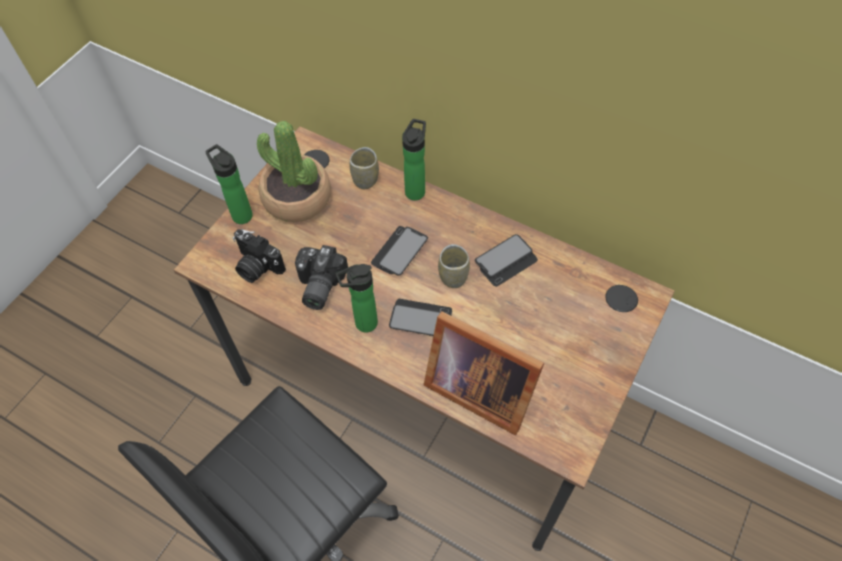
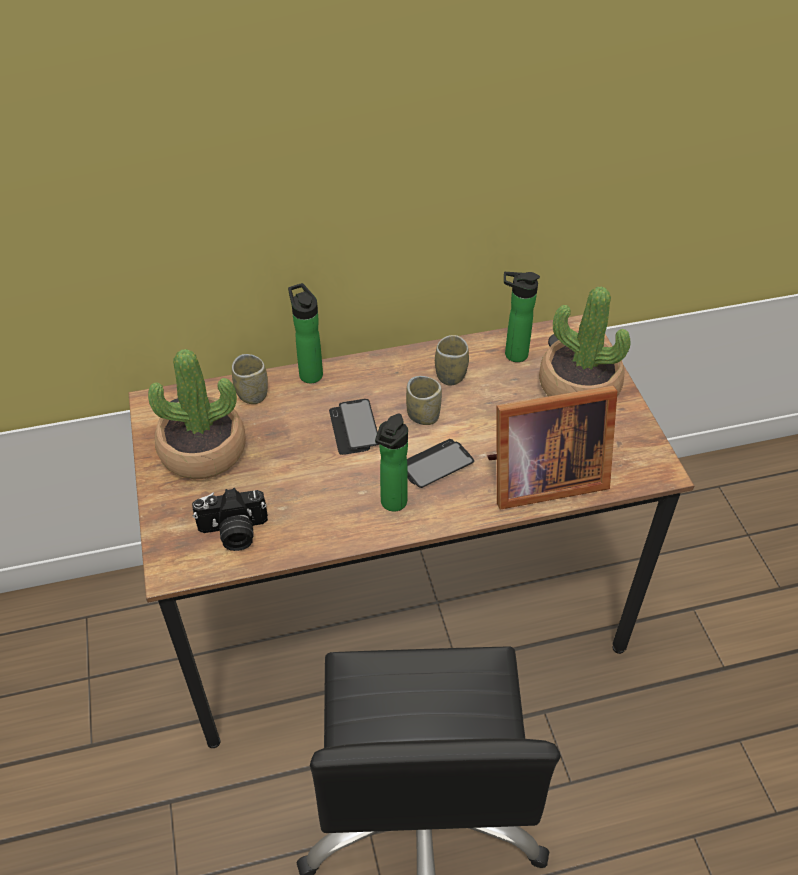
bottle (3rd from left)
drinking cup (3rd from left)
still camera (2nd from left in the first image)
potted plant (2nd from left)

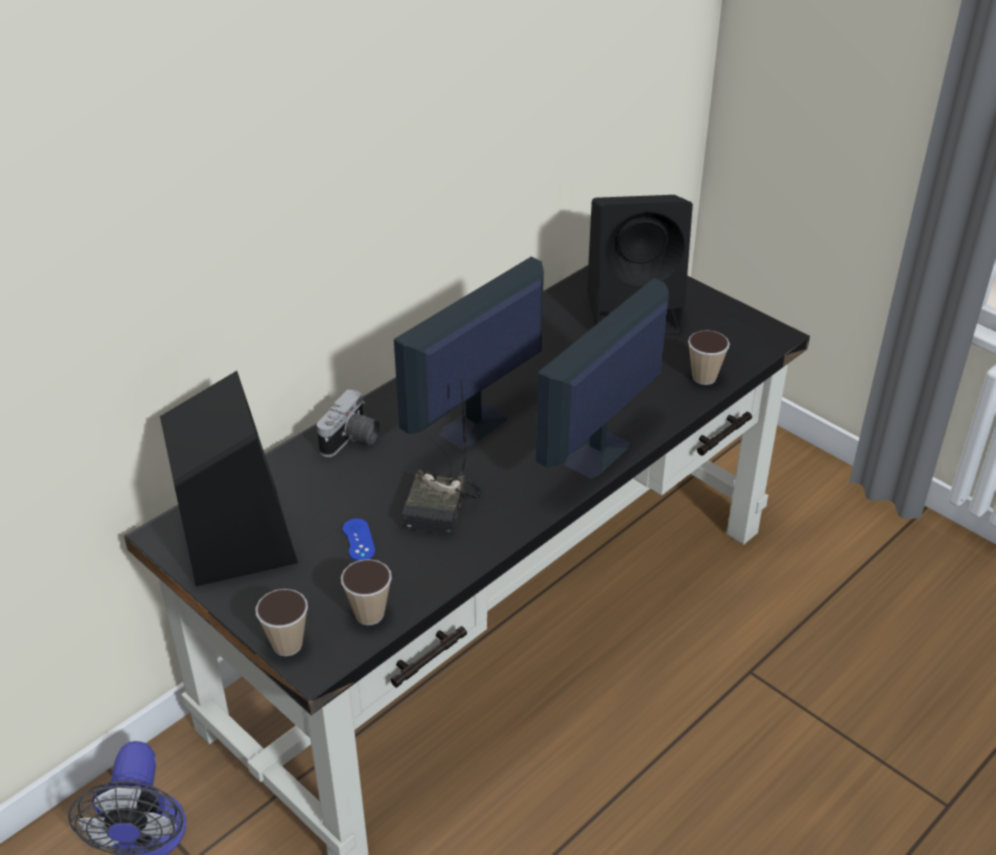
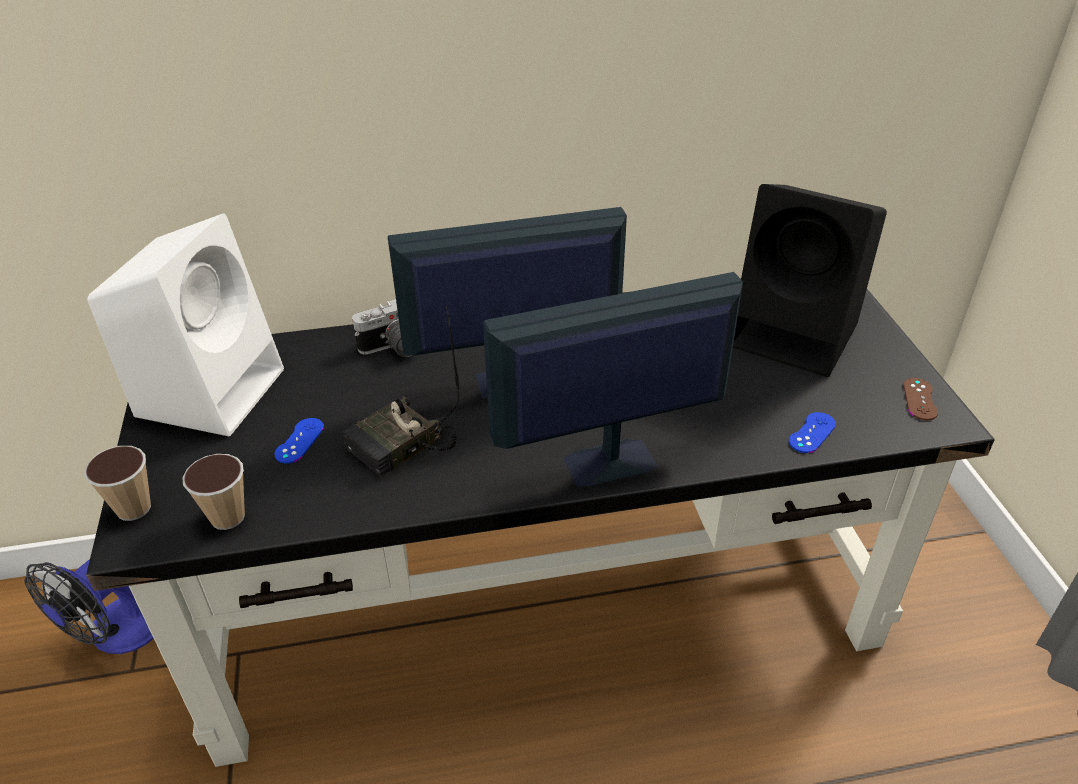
blue game controller (2nd from left)
white loudspeaker
brown game controller

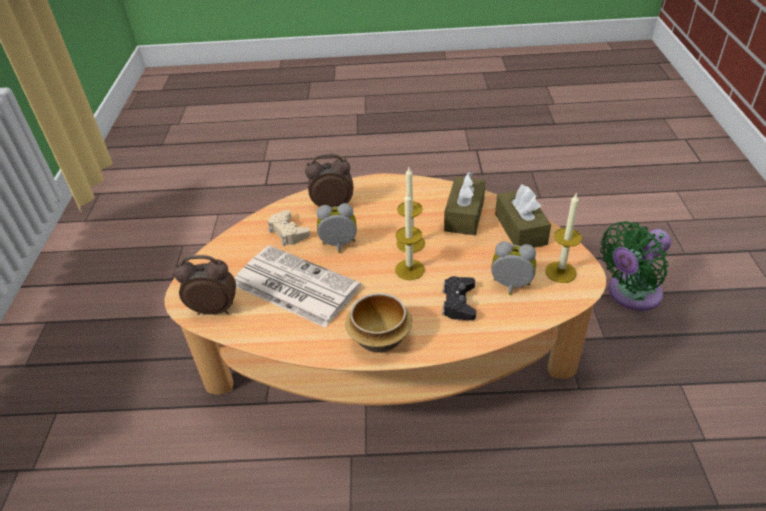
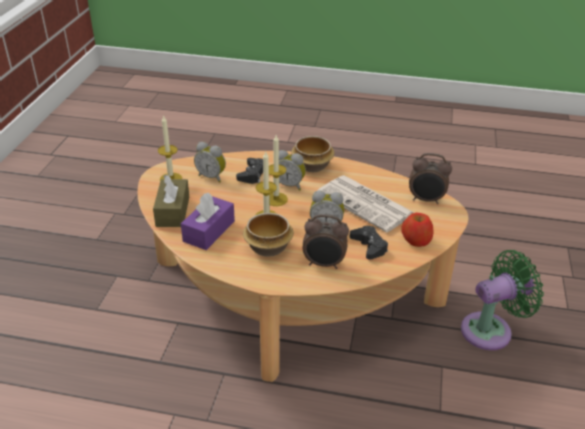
purple-coloured tissue box
black game controller (2nd from left)
green fan
table clock (2nd from left)
serving bowl (1st from left)
whole apple

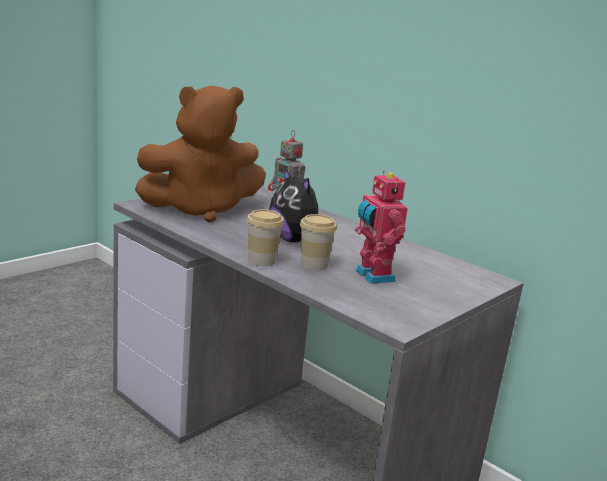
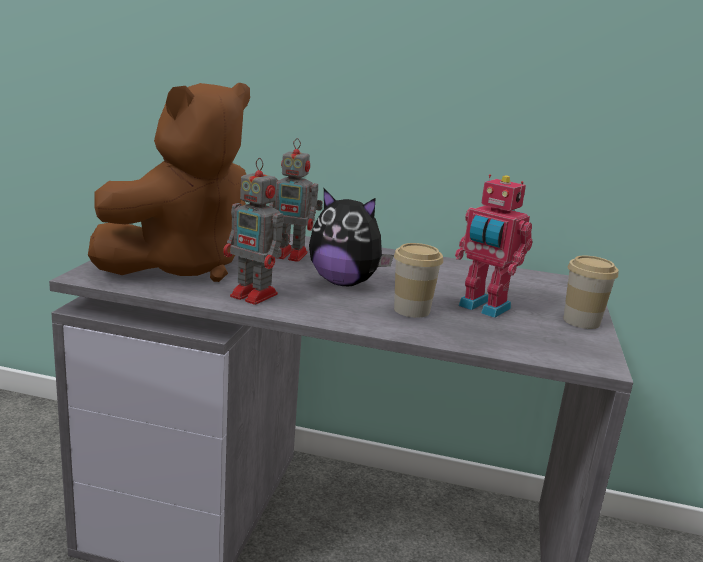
drinking cup (2nd from left)
robot figure (1st from left)

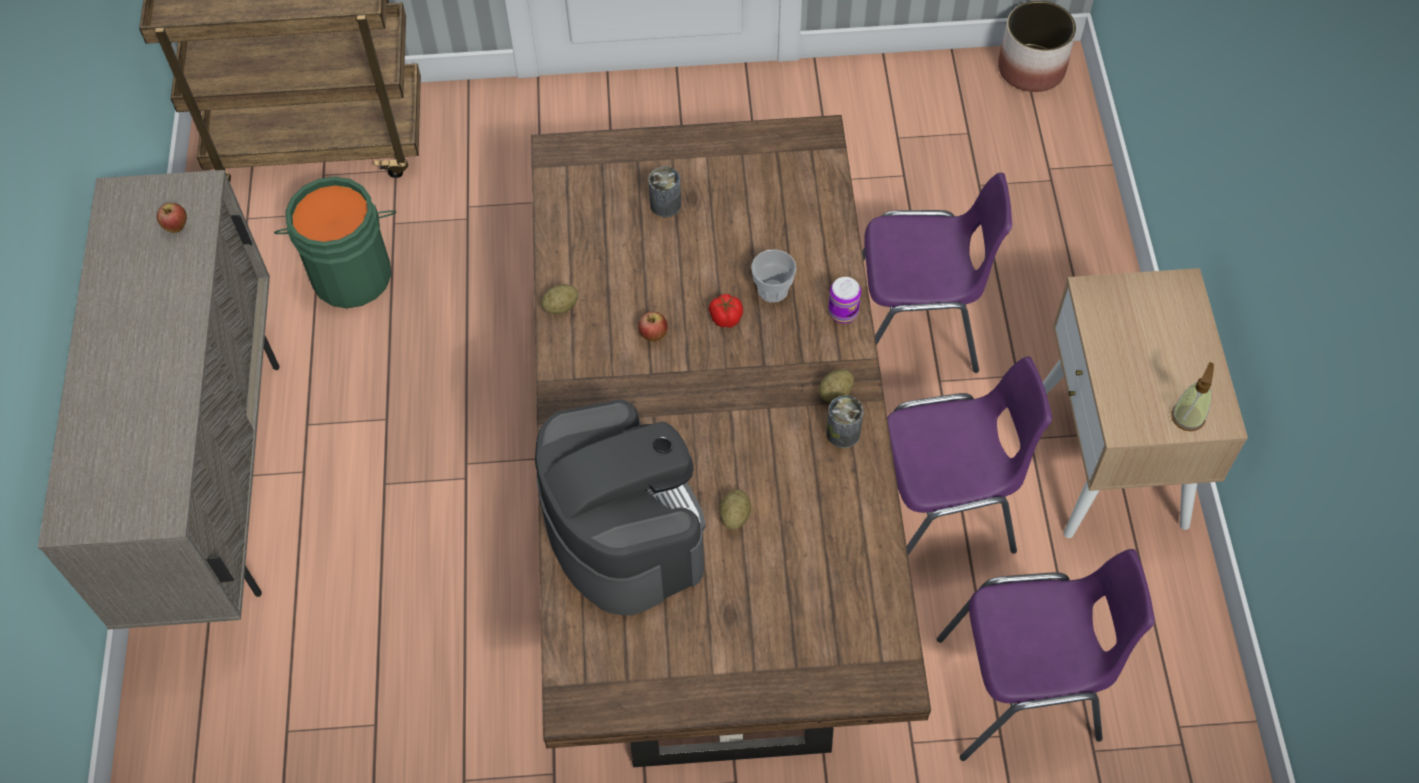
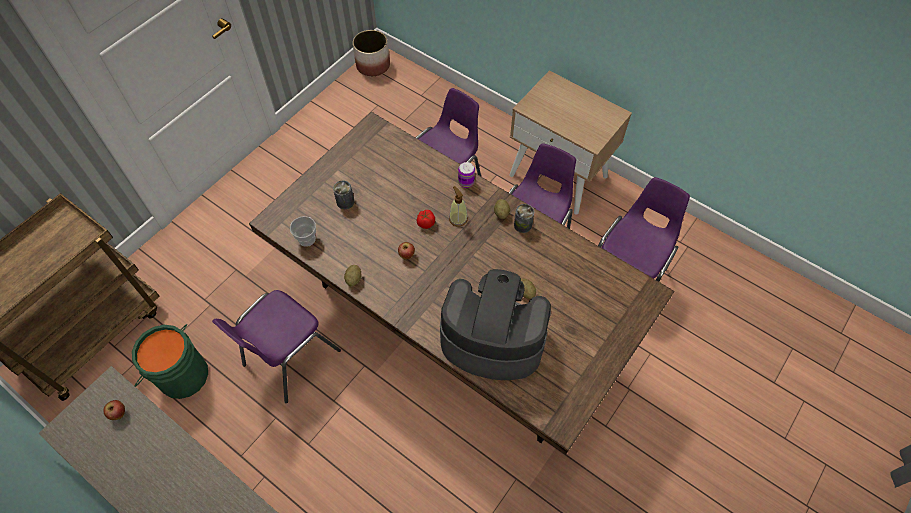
drinking cup
soap bottle
purple-coloured upright chair (1st from left)

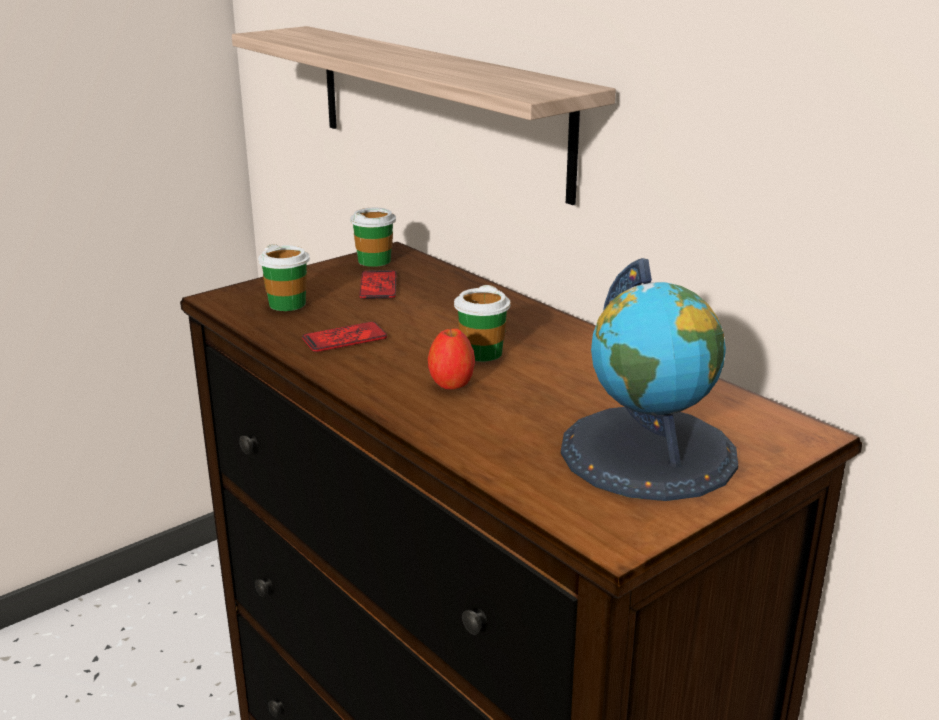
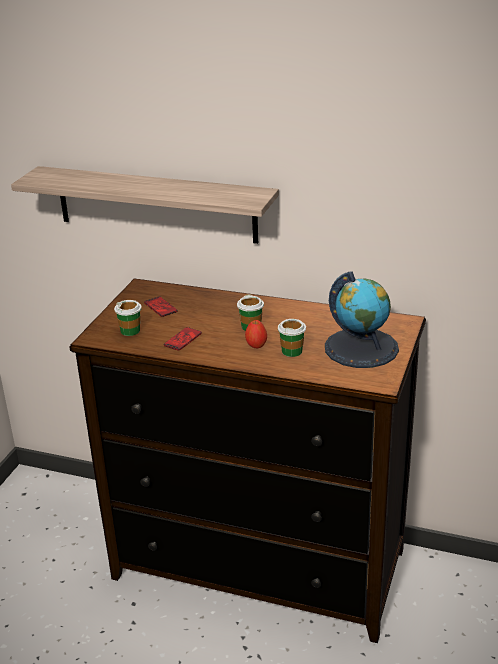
drinking cup (3rd from left)

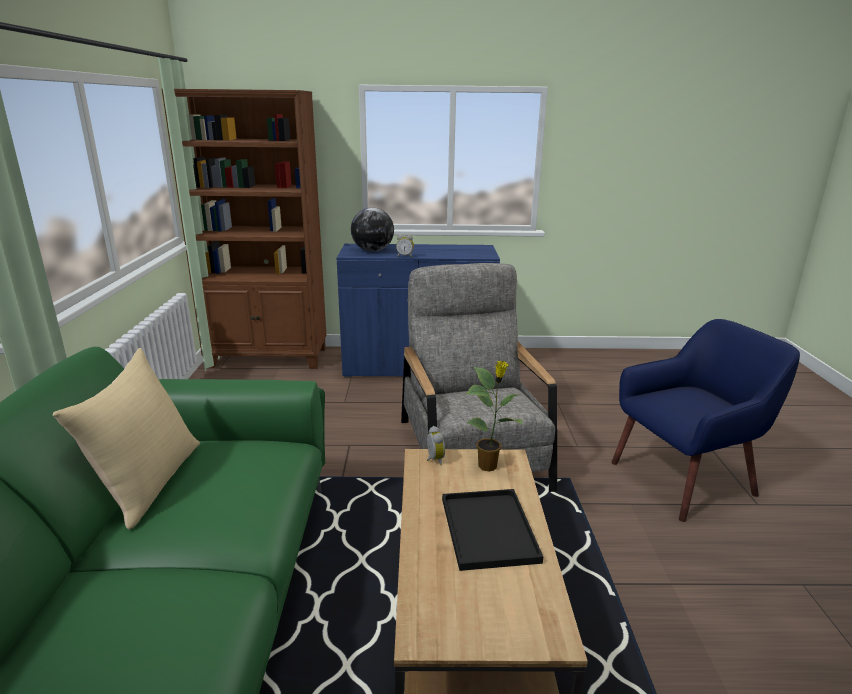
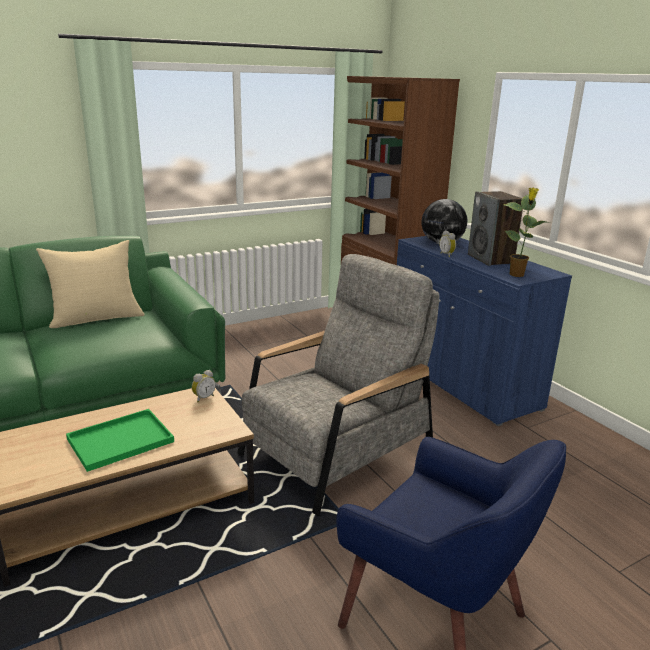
potted plant
green serving tray
loudspeaker

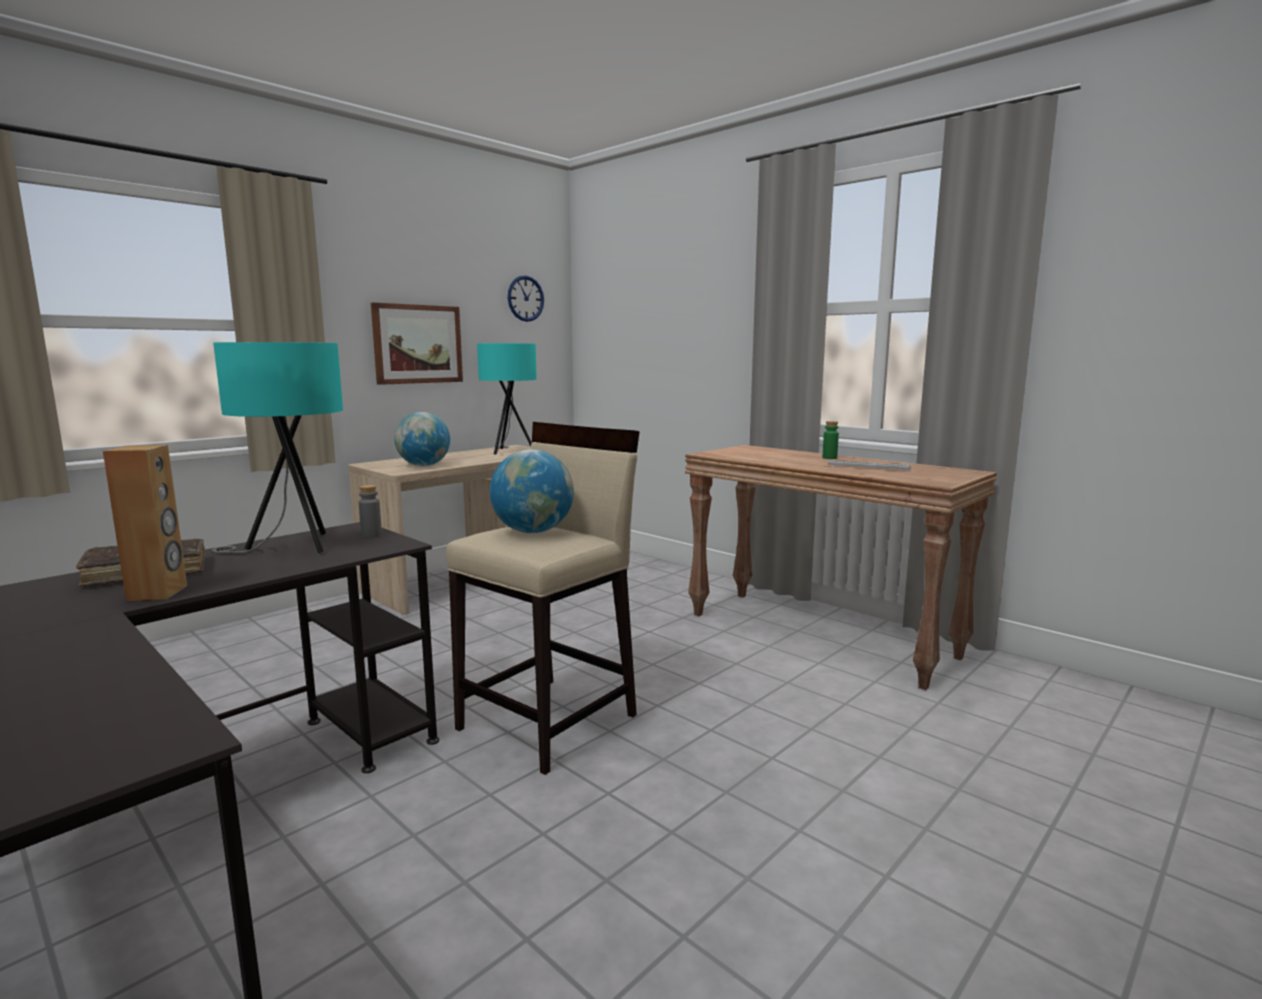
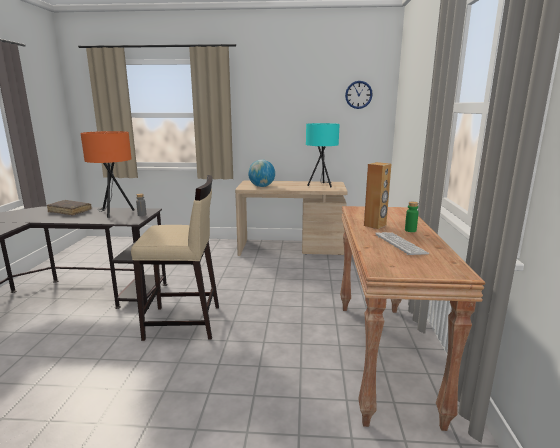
wall art
orange-coloured lamp for a table
brown loudspeaker
world globe (2nd from left in the first image)

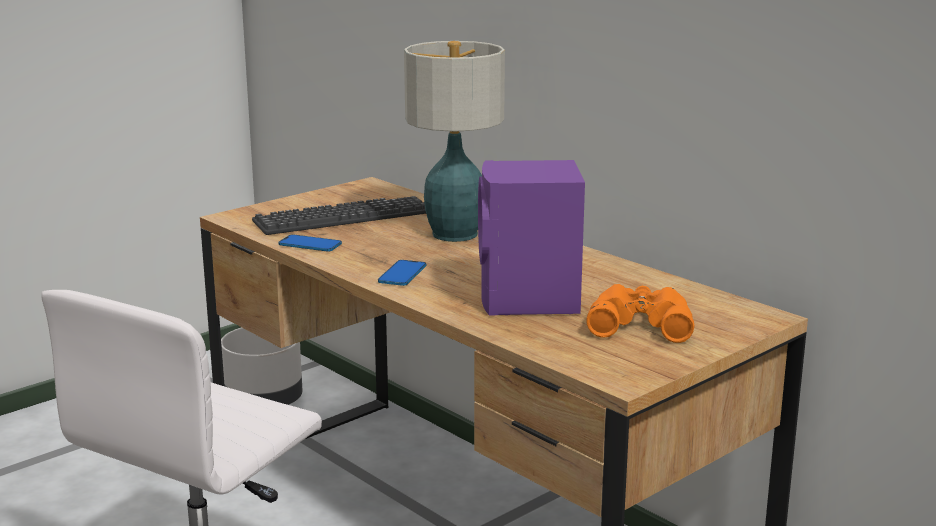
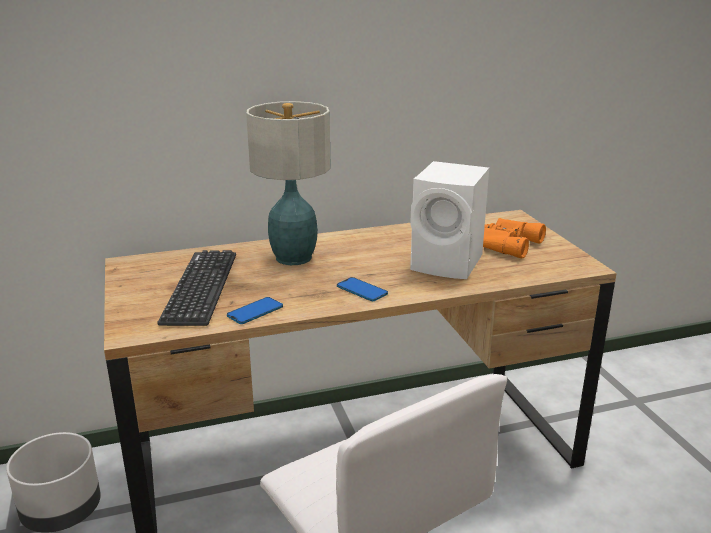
white loudspeaker

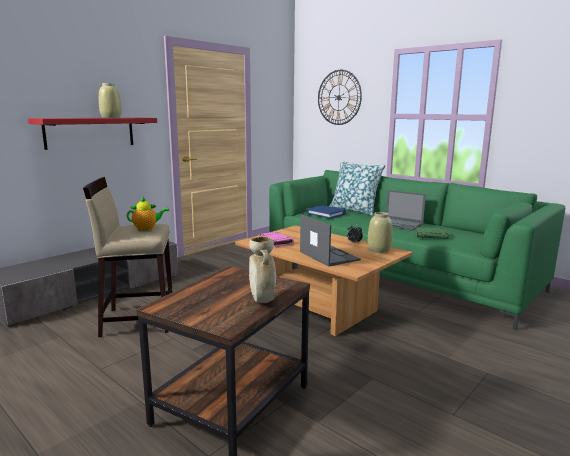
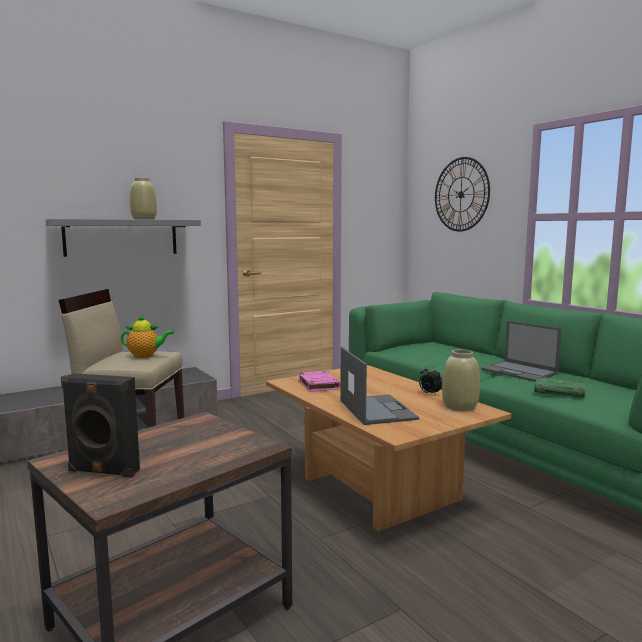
gray wall shelf
cushion
blue volume
beige decorative vase (2nd from left in the first image)
black loudspeaker

